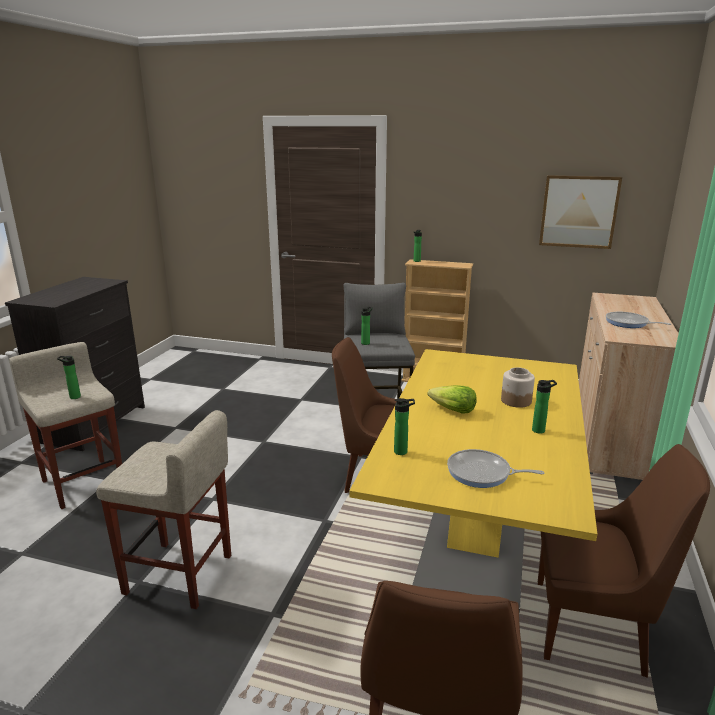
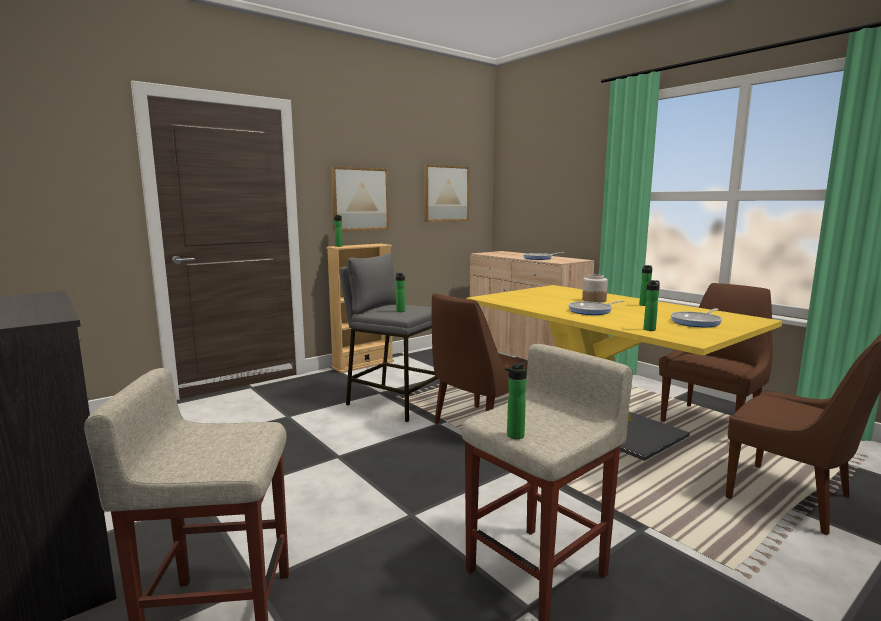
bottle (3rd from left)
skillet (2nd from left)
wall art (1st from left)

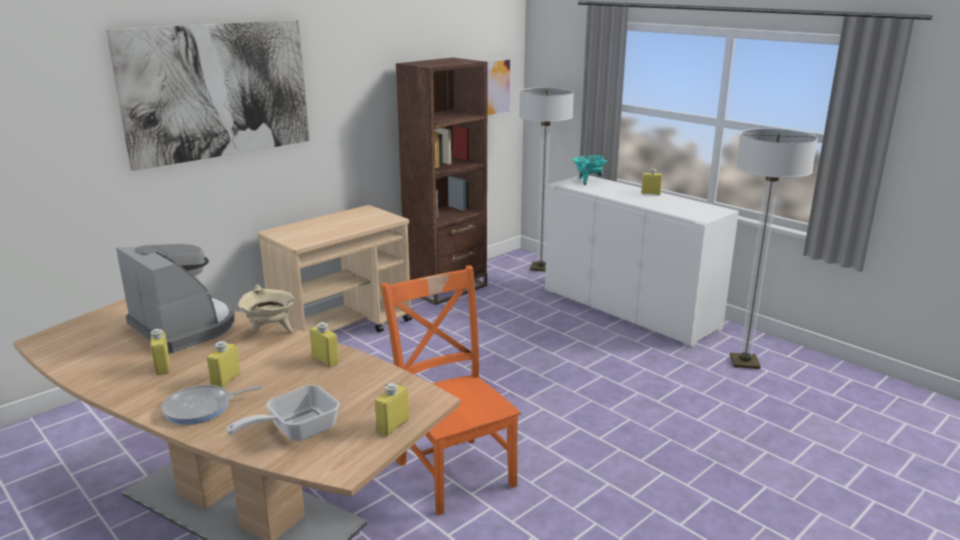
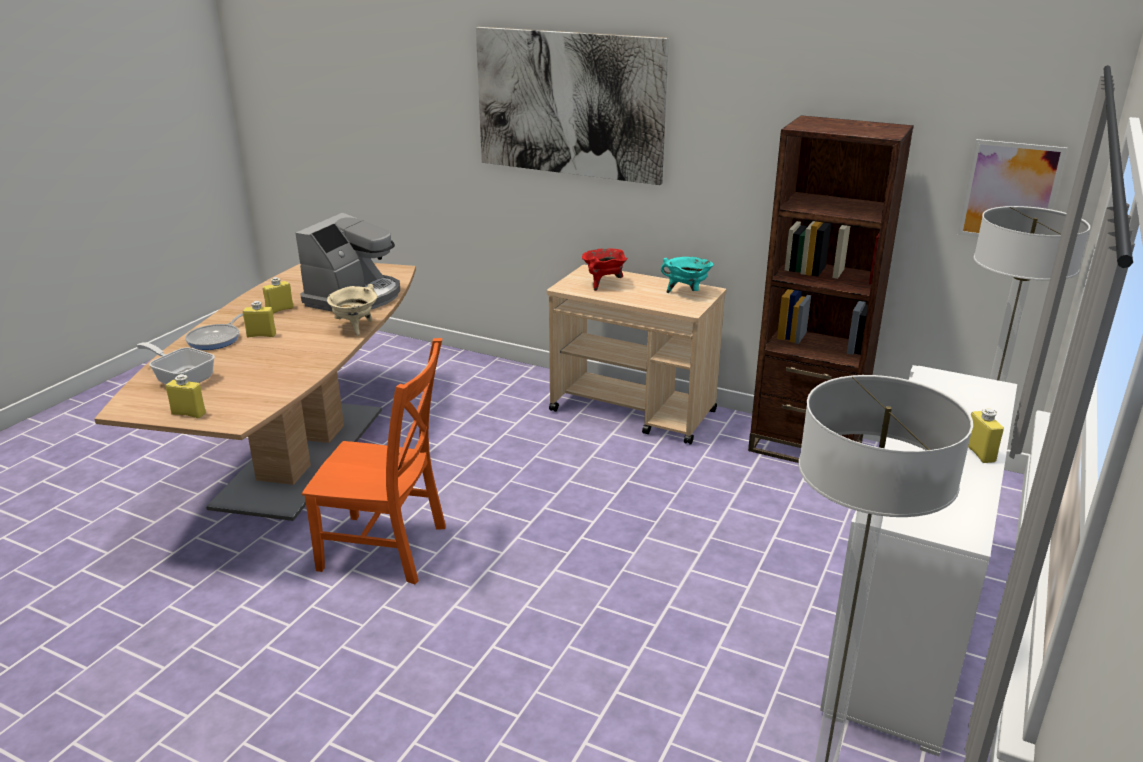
turquoise-coloured saucepot
orange-coloured upright chair
yellow bottle (3rd from left in the first image)
skillet (2nd from left)
red saucepot

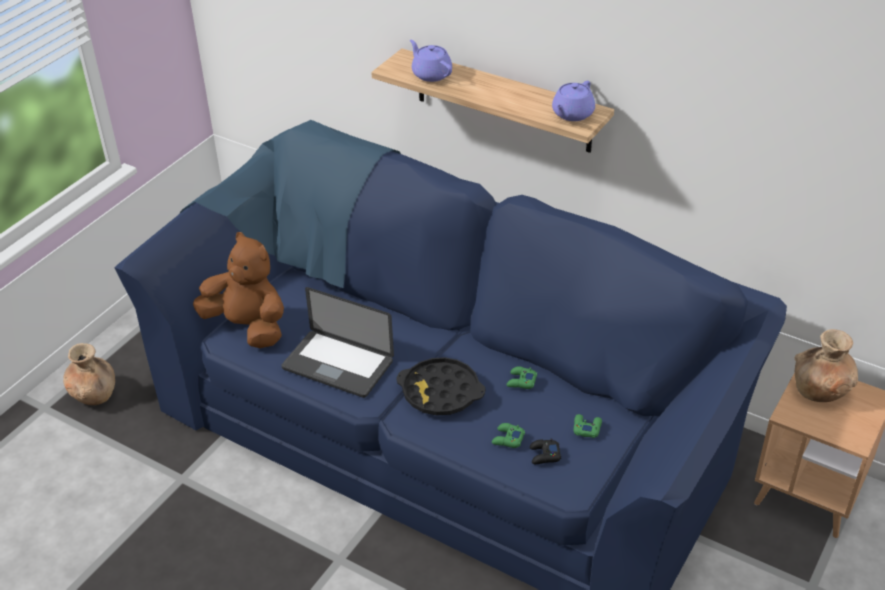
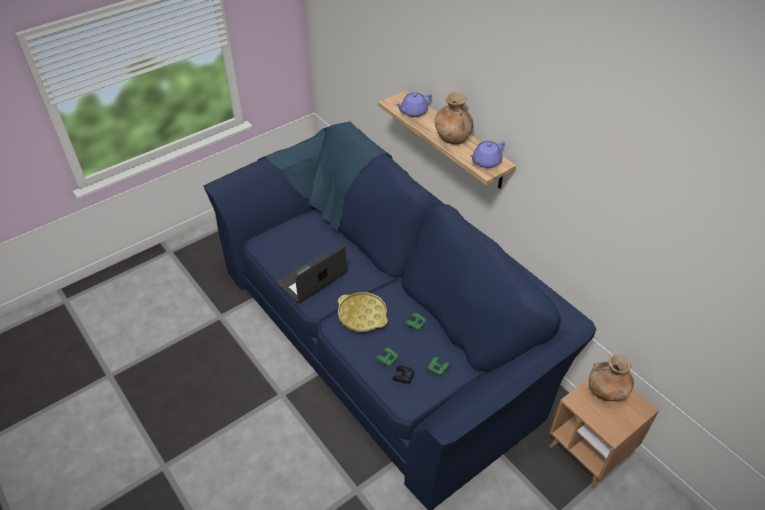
purple-coloured teapot (1st from left)
brown soft toy
portable computer
brown decorative vase (1st from left)
yellow serving tray

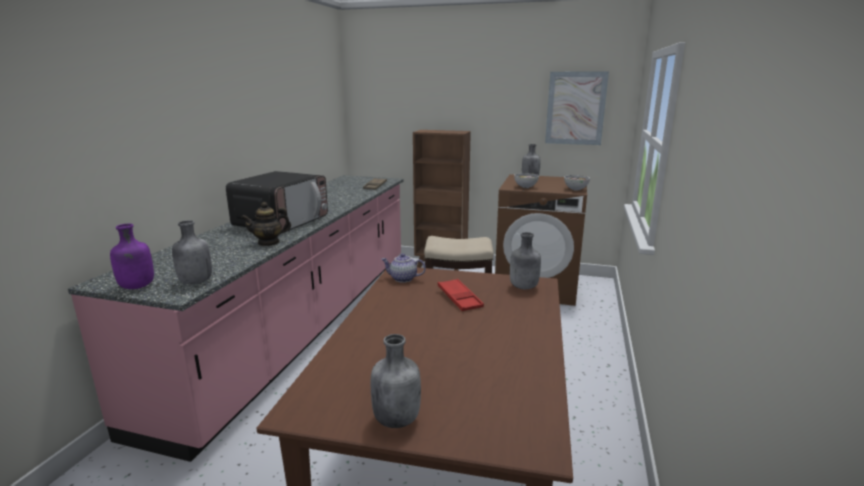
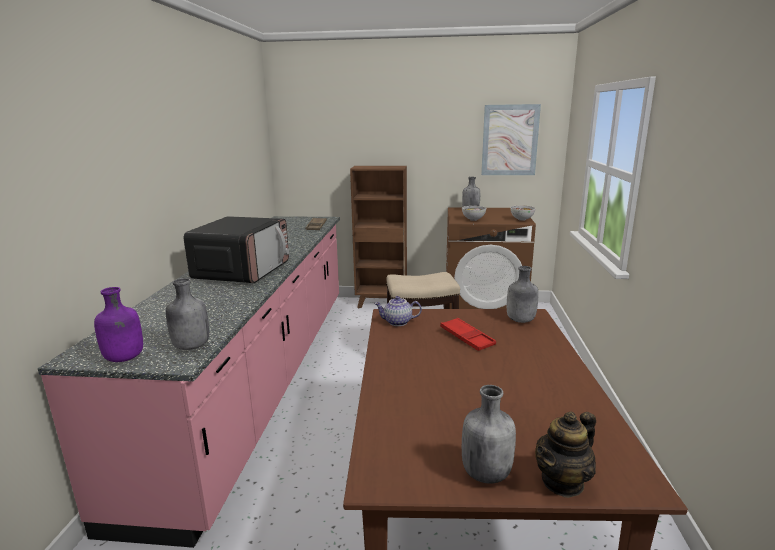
teapot (2nd from left)

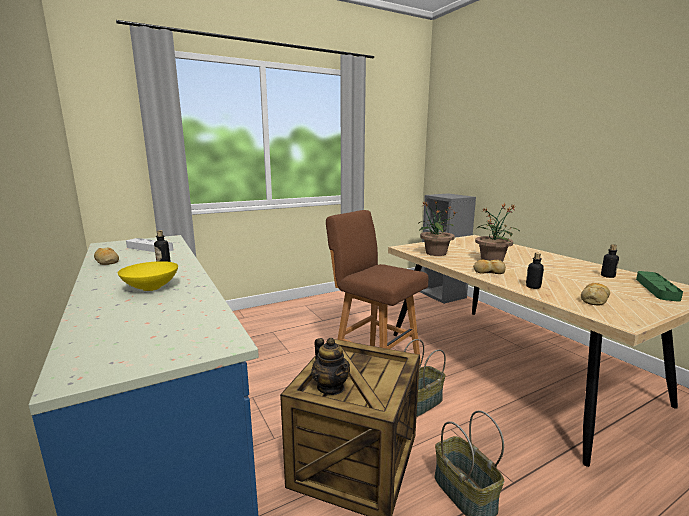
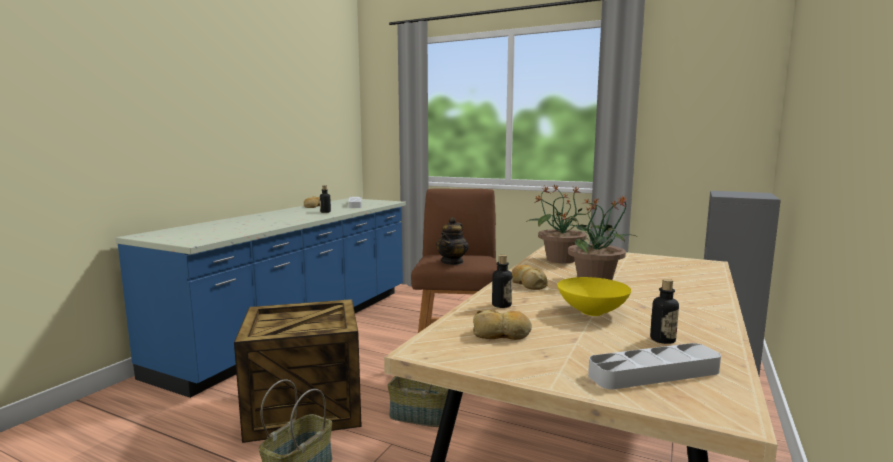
yellow serving bowl
gray serving tray (2nd from left)
teapot

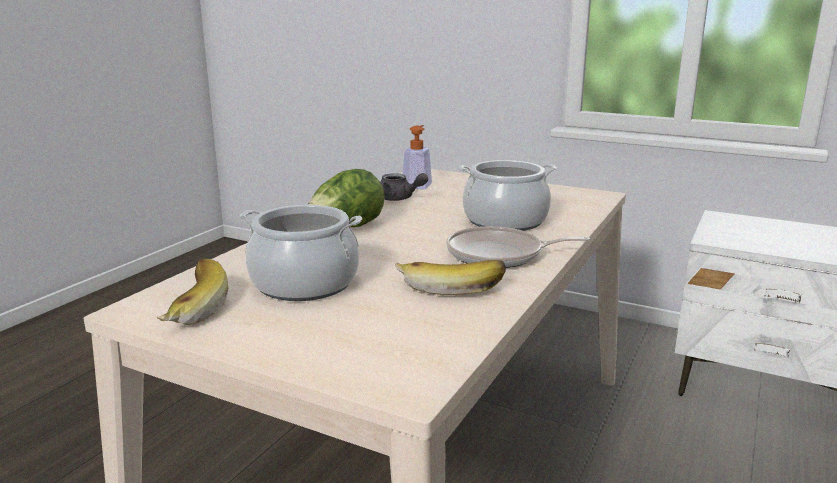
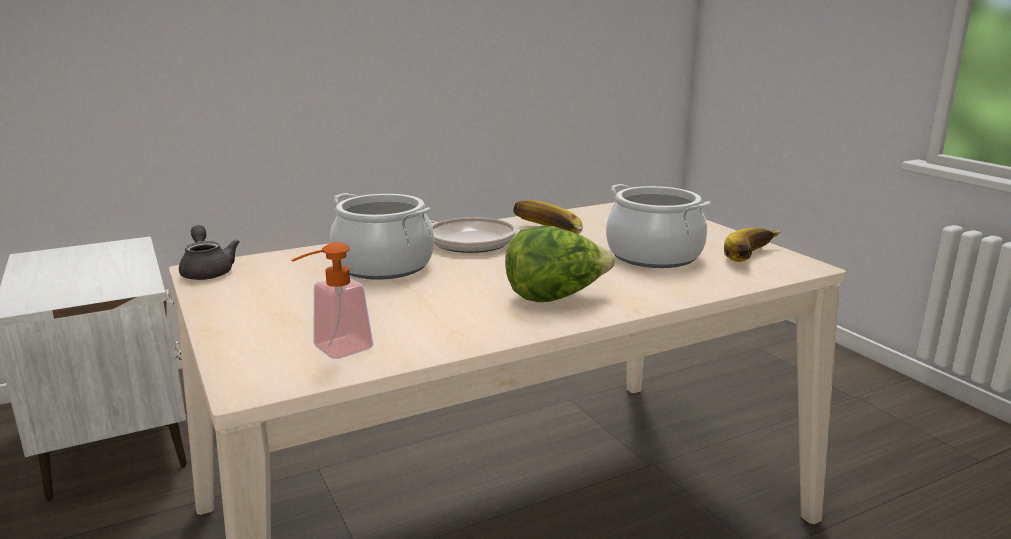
gray teapot

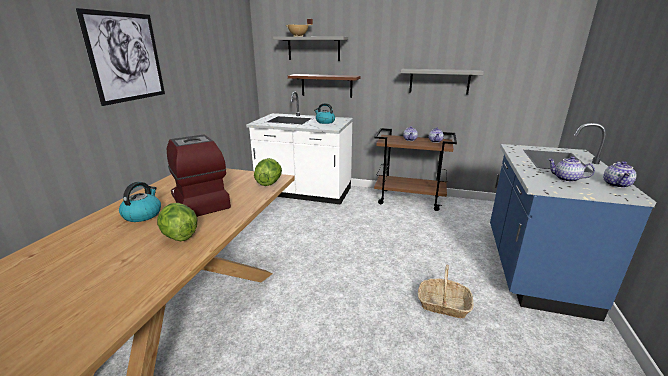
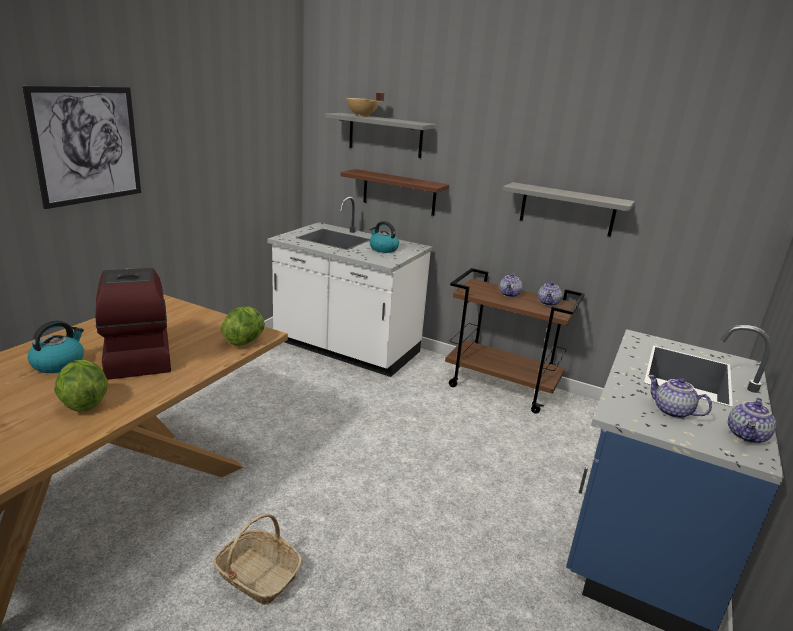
storage basket

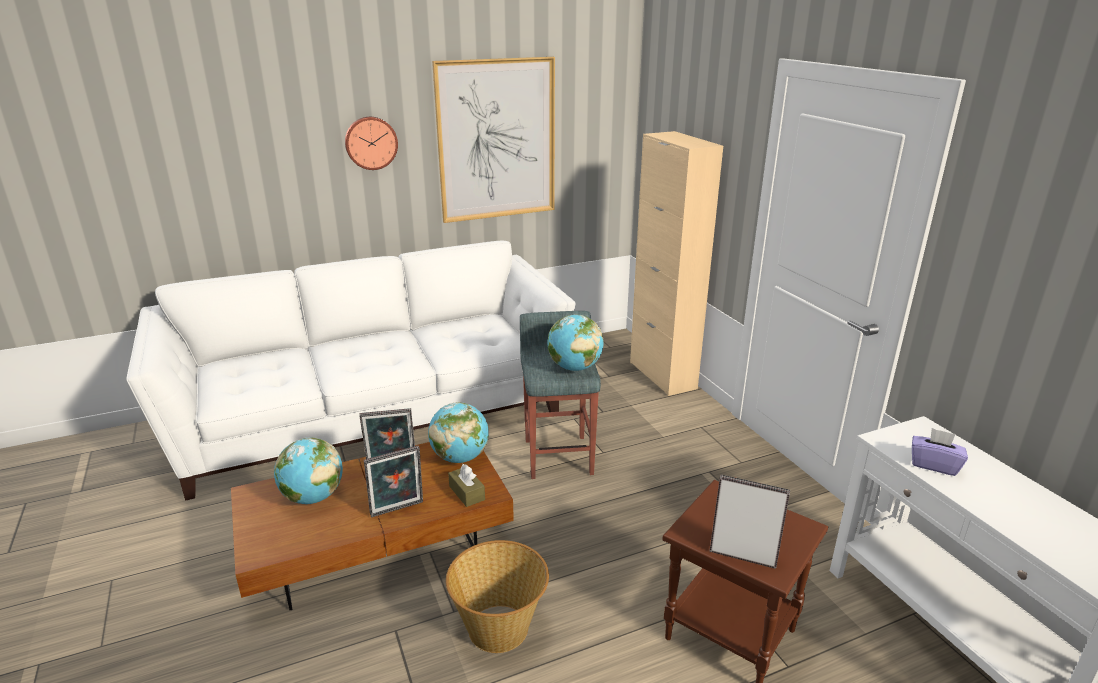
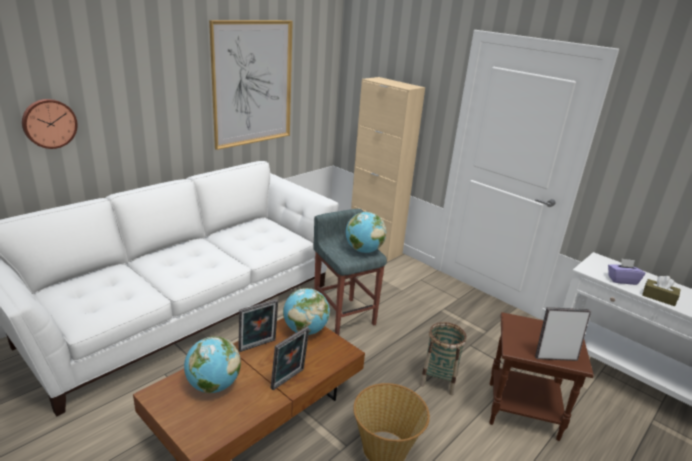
hanging clock
brown tissue box
storage basket (2nd from left)

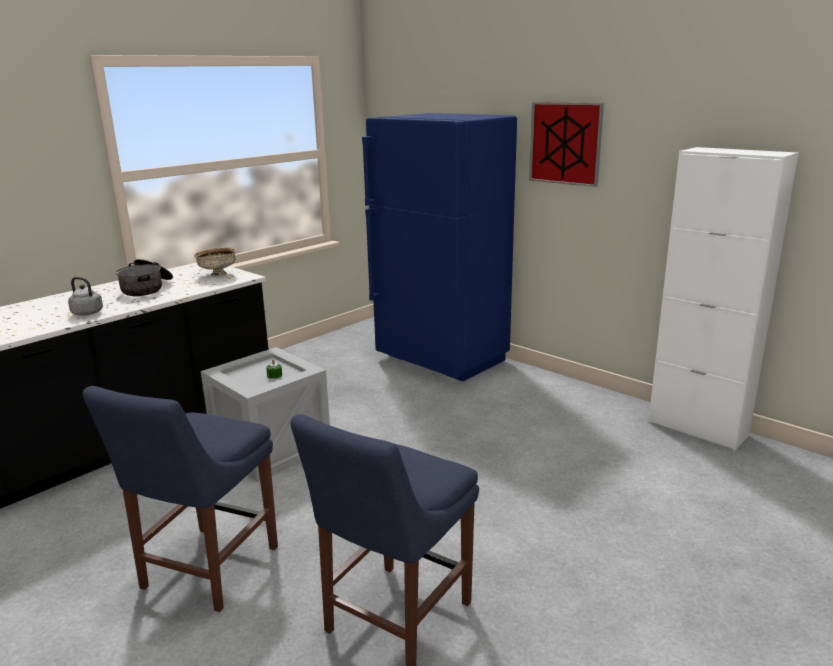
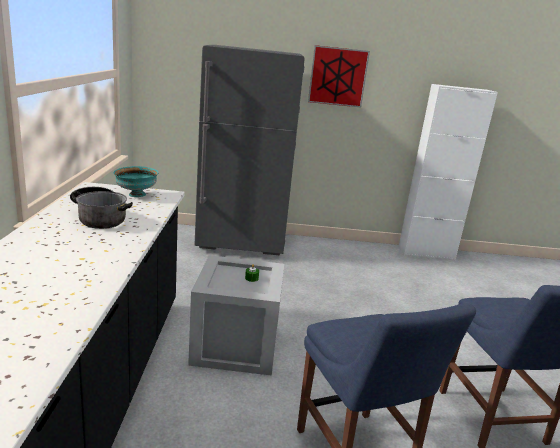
gray kitchen fridge
turquoise-coloured serving bowl
gray tea kettle

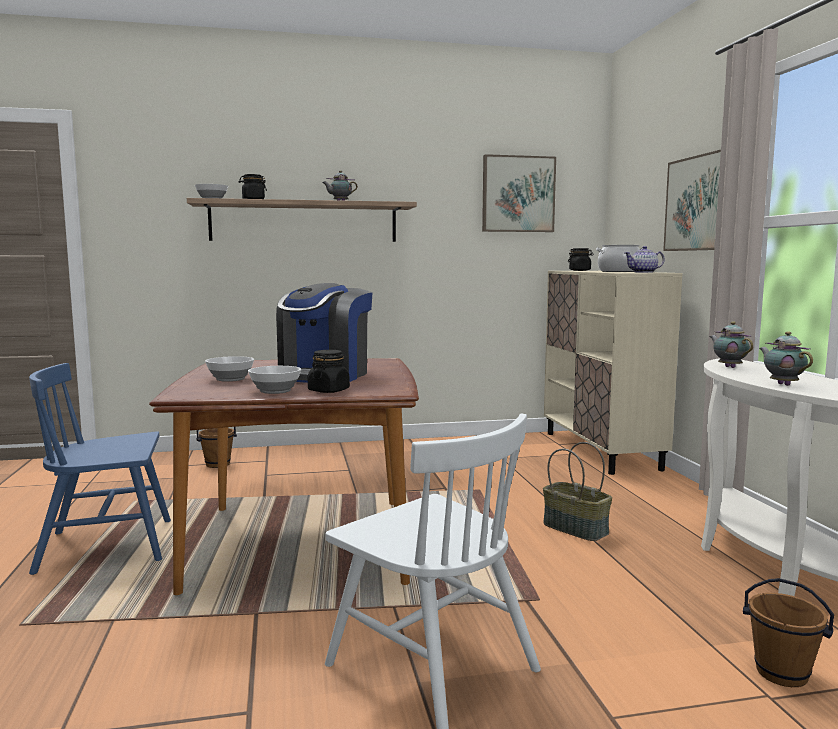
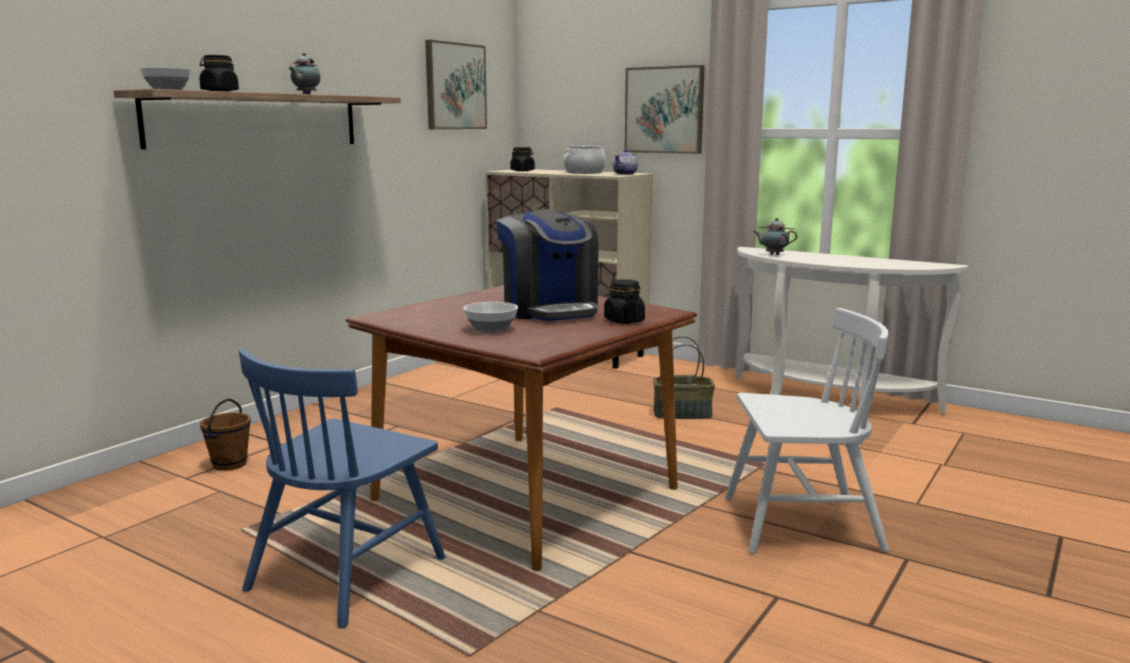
teapot (4th from left in the first image)
serving bowl (3rd from left in the first image)
brown bucket (2nd from left in the first image)

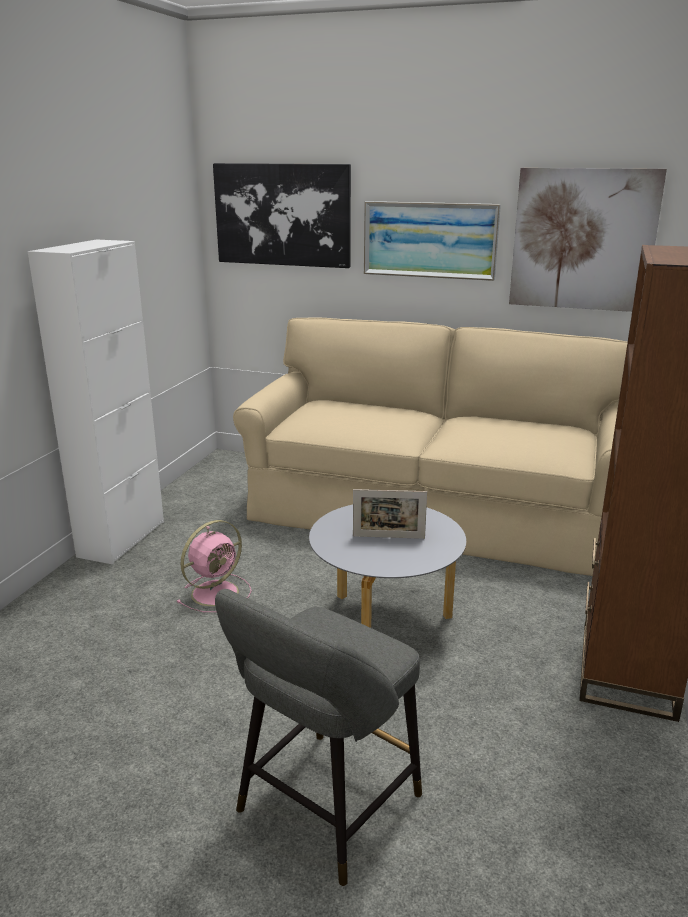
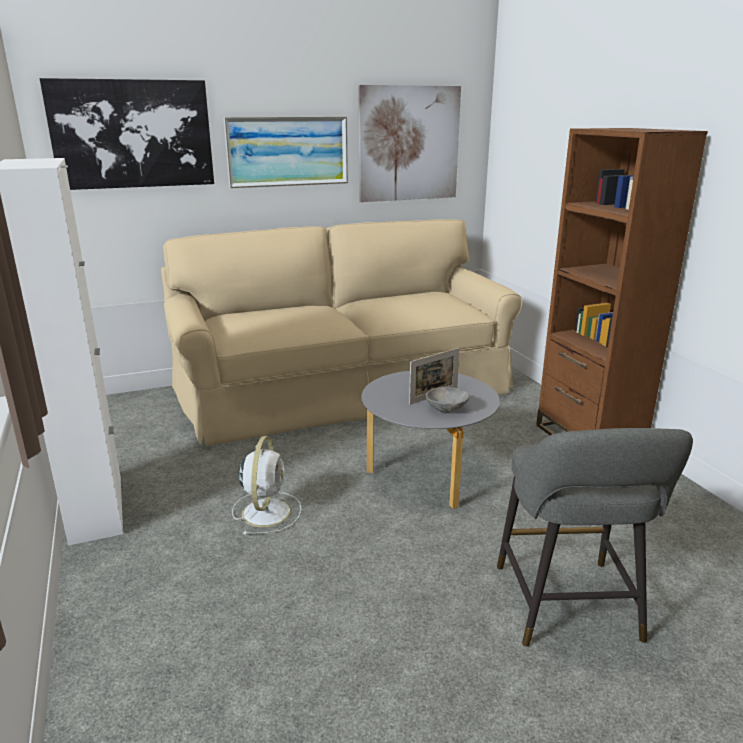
white fan
gray serving bowl

